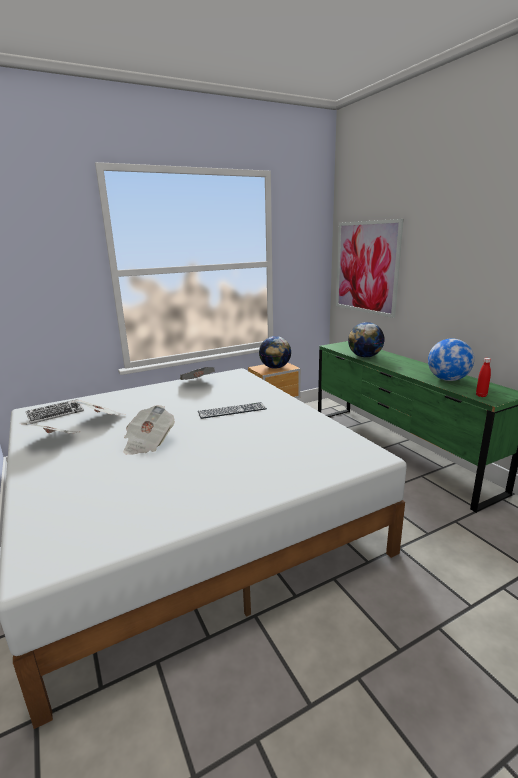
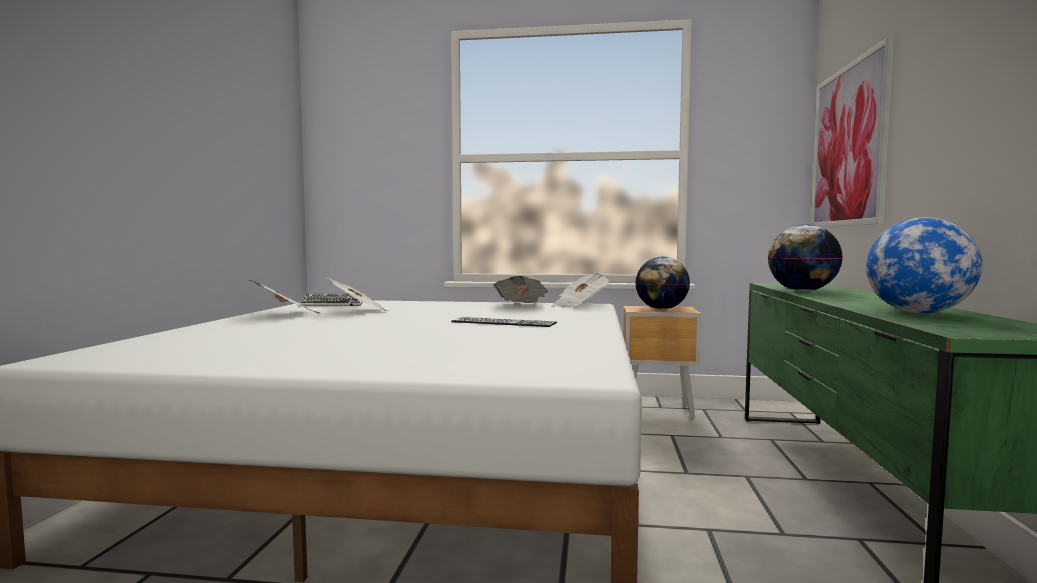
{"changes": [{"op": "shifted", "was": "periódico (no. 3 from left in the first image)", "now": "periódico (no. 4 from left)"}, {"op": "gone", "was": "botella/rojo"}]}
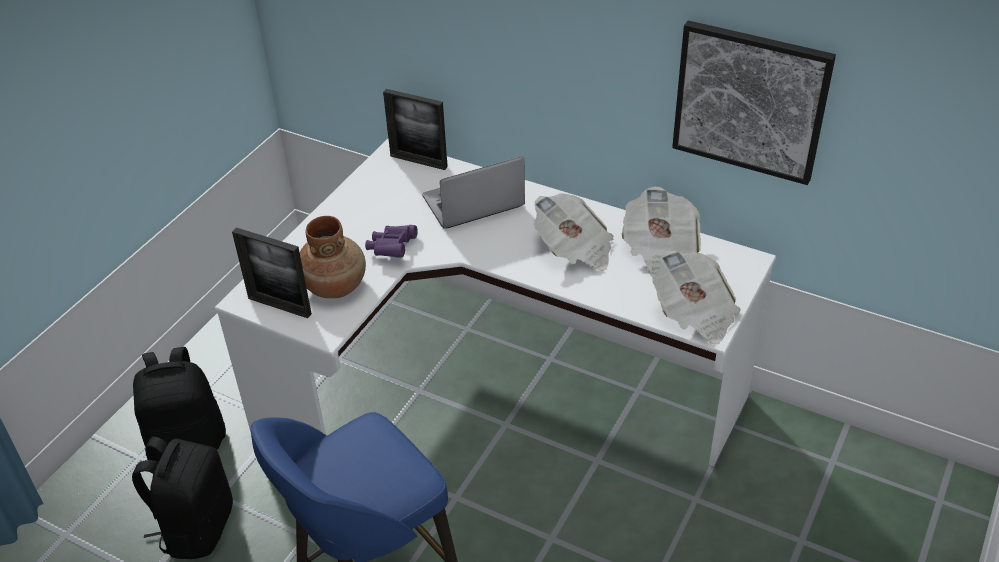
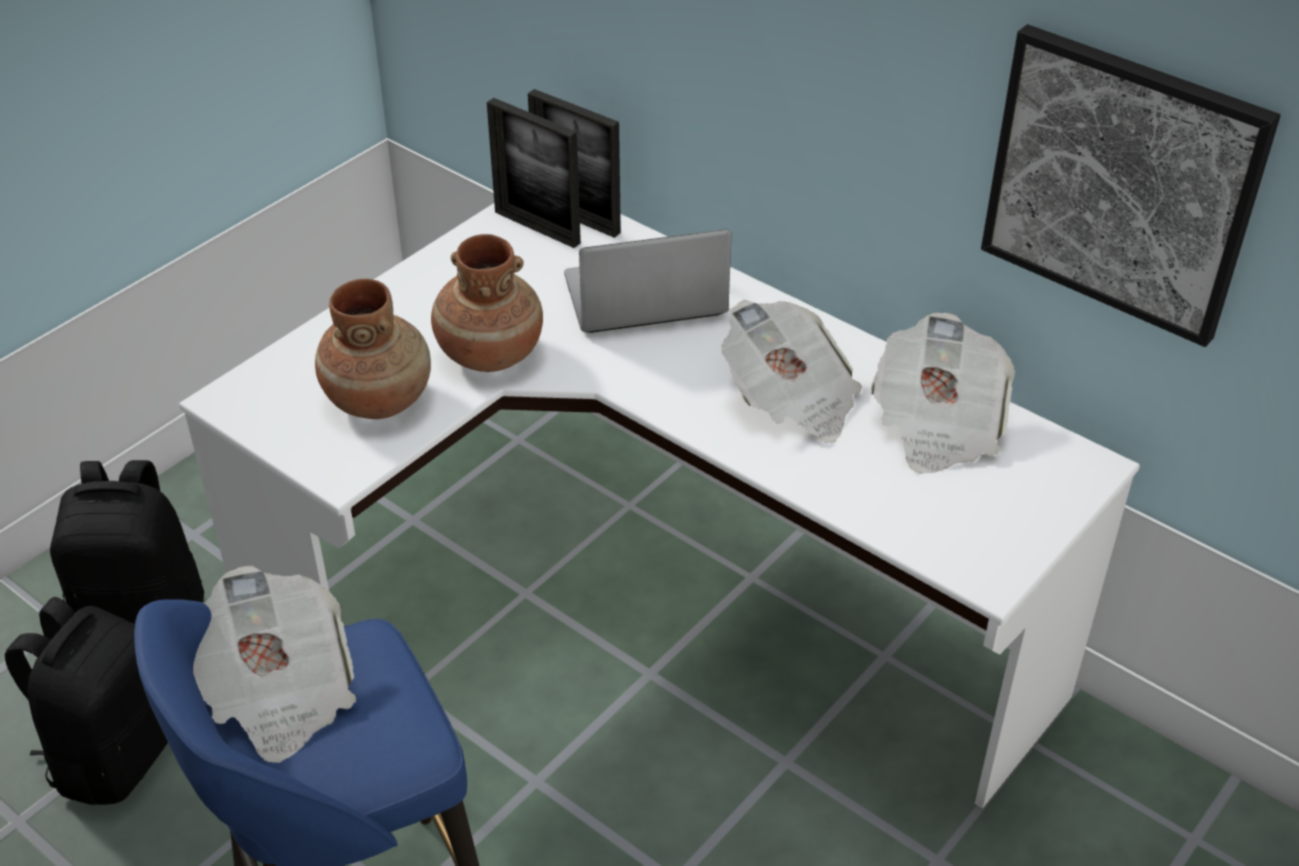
{"changes": [{"op": "shifted", "was": "periódico (no. 3 from left in the first image)", "now": "periódico (no. 1 from left)"}, {"op": "swapped", "was": "prismáticos/morado", "now": "florero/marrón (no. 2 from left)"}, {"op": "shifted", "was": "portarretratos (no. 1 from left)"}]}
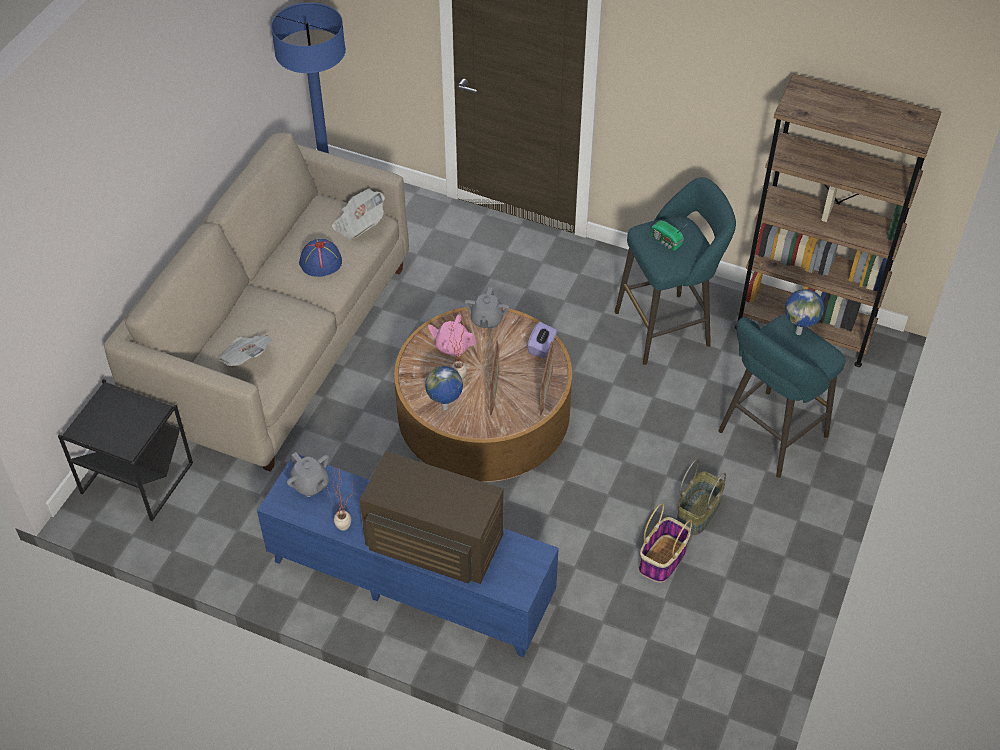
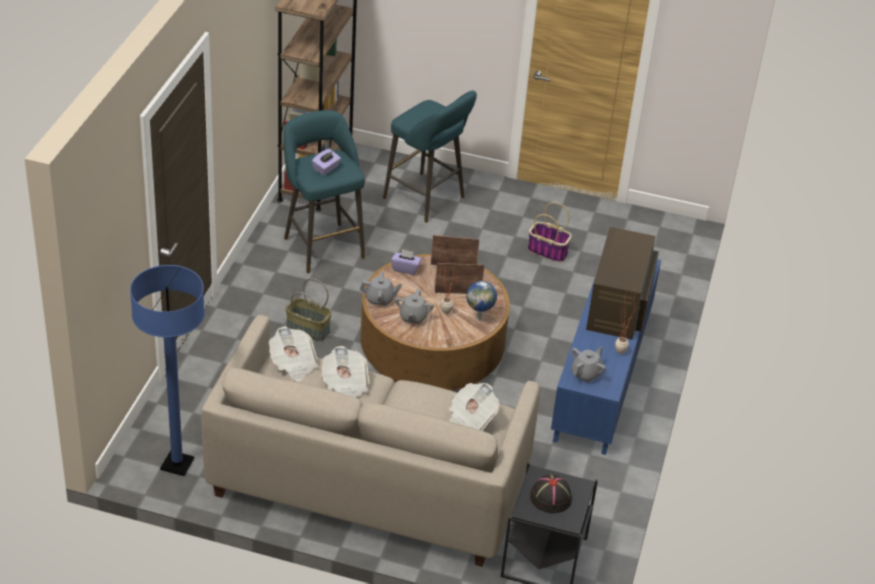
{"changes": [{"op": "shifted", "was": "cesta (no. 2 from left in the first image)", "now": "cesta (no. 1 from left)"}, {"op": "swapped", "was": "radio", "now": "caja de pañuelos/morado (no. 1 from left)"}, {"op": "swapped", "was": "sombrero/azul", "now": "periódico (no. 2 from left)"}, {"op": "repainted", "was": "tetera/rosa", "now": "tetera/gris (no. 2 from left)"}, {"op": "new", "now": "sombrero/negro"}, {"op": "gone", "was": "globo terráqueo (no. 2 from left)"}]}
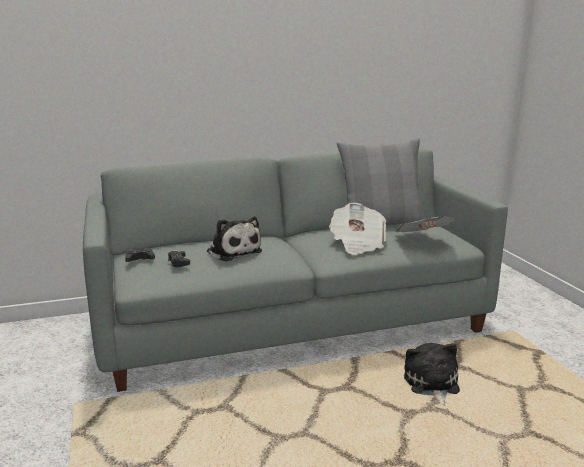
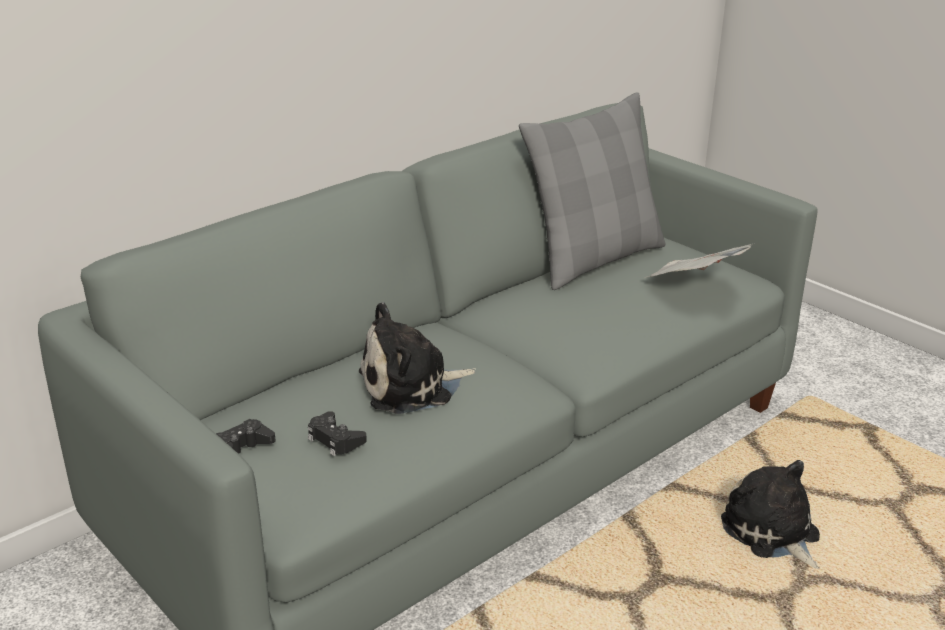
{"changes": [{"op": "rotated", "was": "peluche (no. 1 from left)", "clockwise": 135}, {"op": "gone", "was": "periódico (no. 1 from left)"}]}
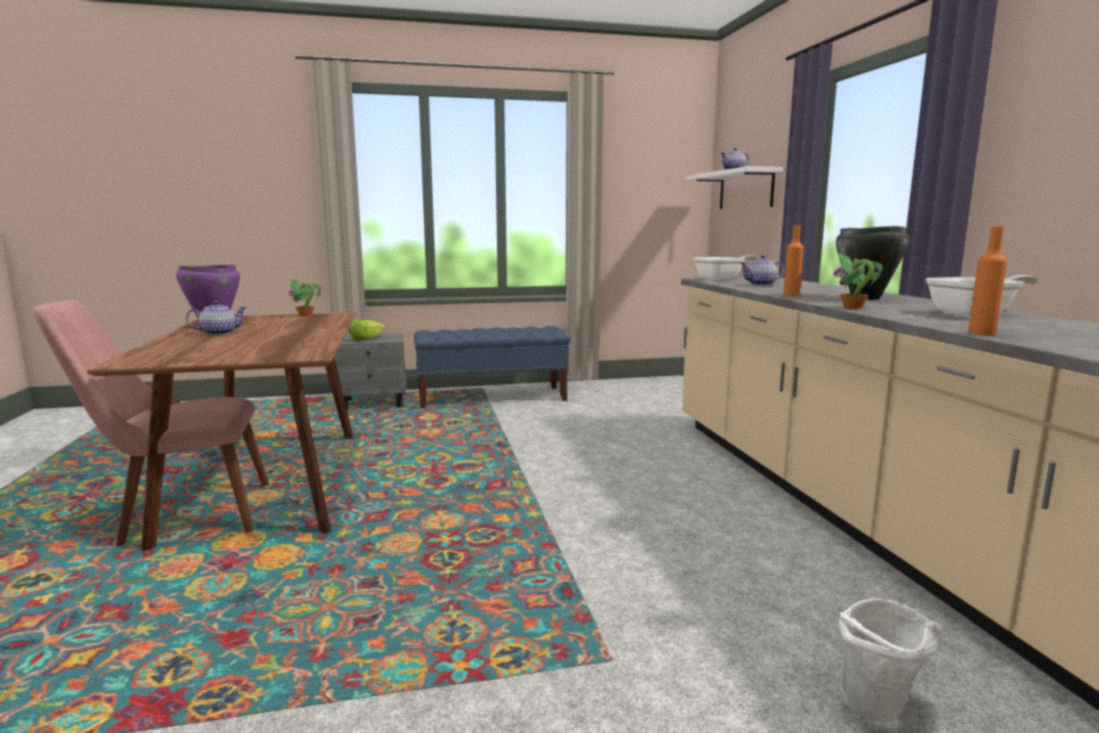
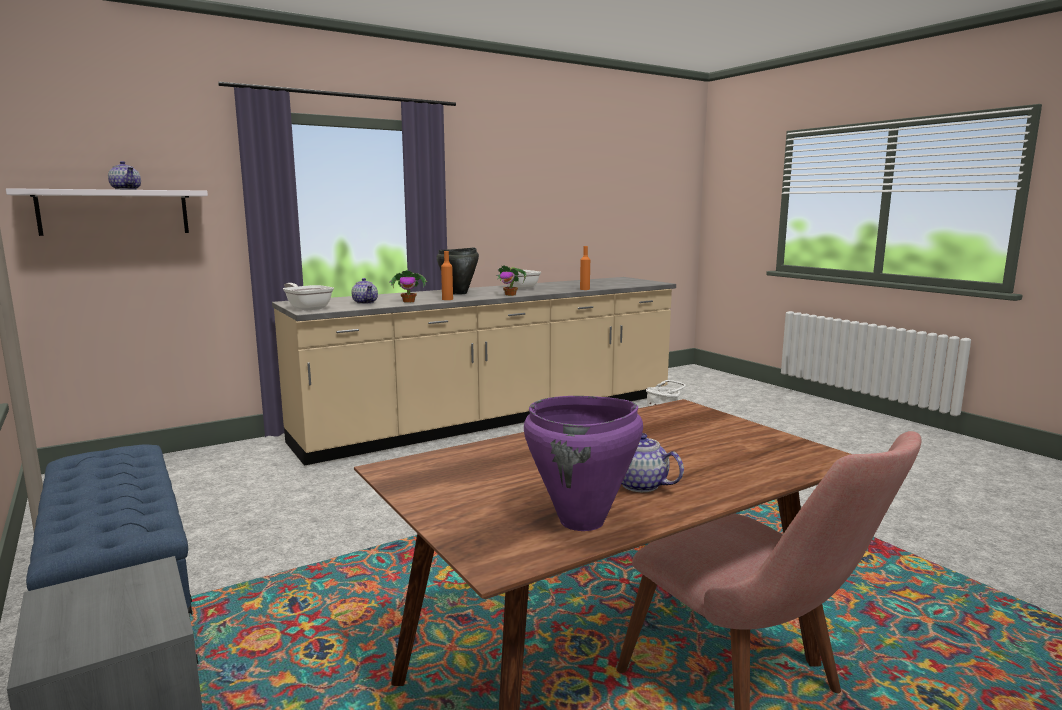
{"changes": [{"op": "shifted", "was": "planta en maceta (no. 1 from left)"}, {"op": "gone", "was": "lechuga"}]}
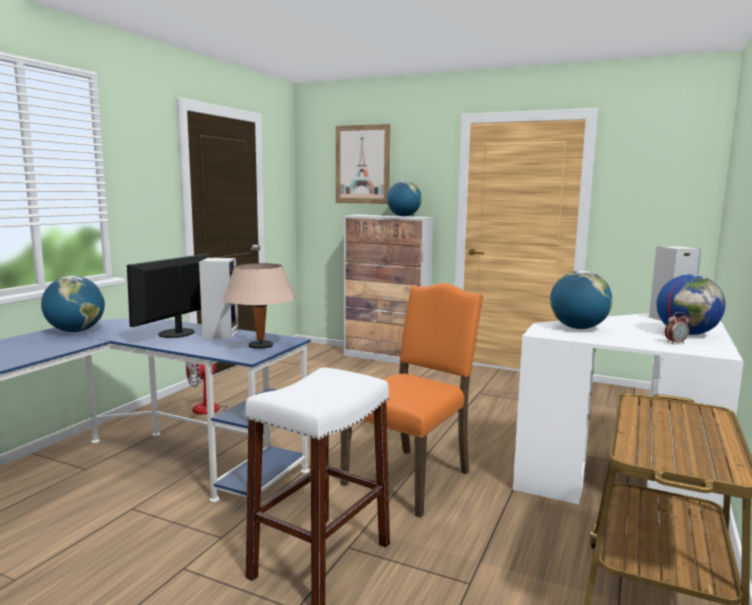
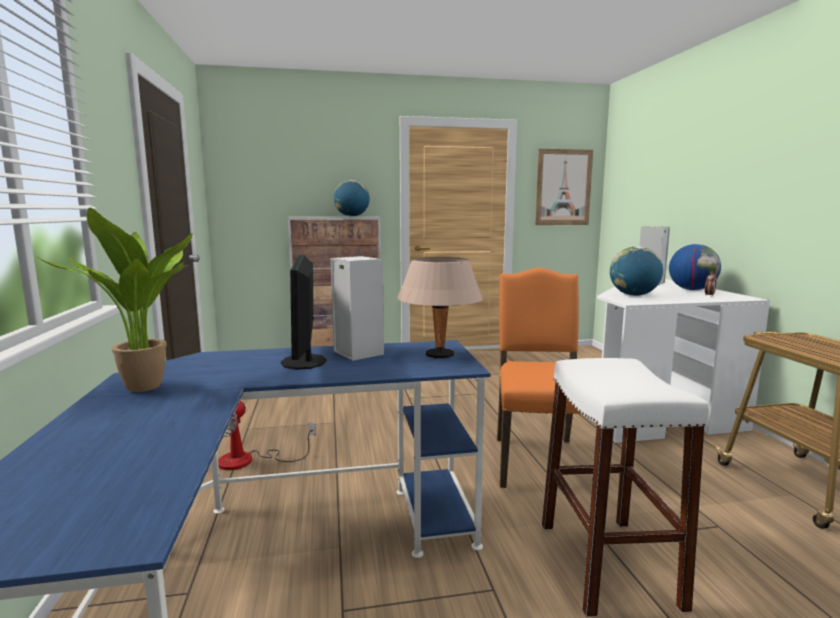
{"changes": [{"op": "swapped", "was": "globo terráqueo (no. 1 from left)", "now": "planta en maceta"}, {"op": "shifted", "was": "cuadro"}]}
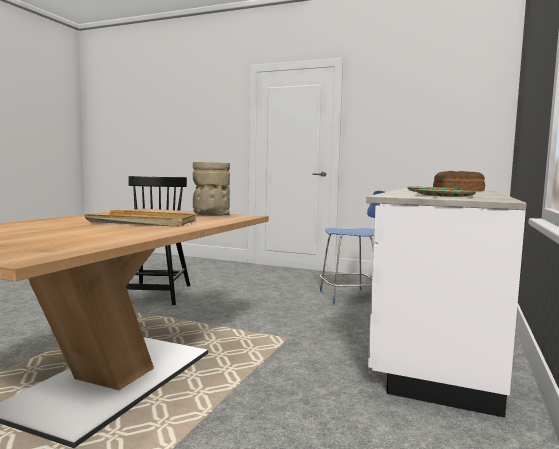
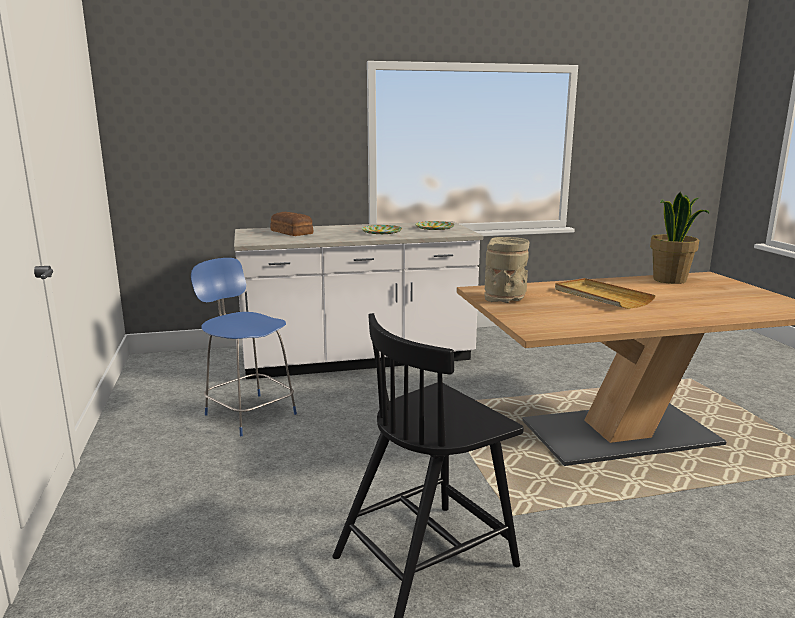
{"changes": [{"op": "new", "now": "planta en maceta"}]}
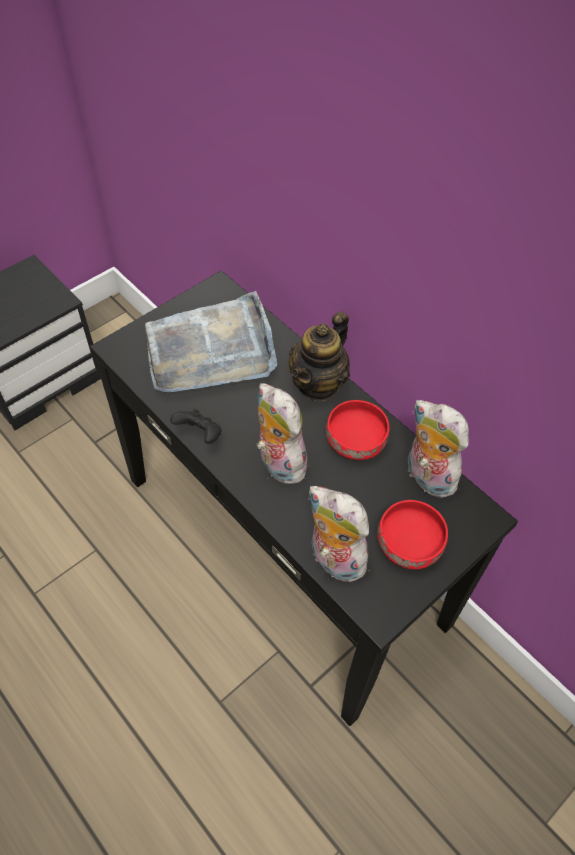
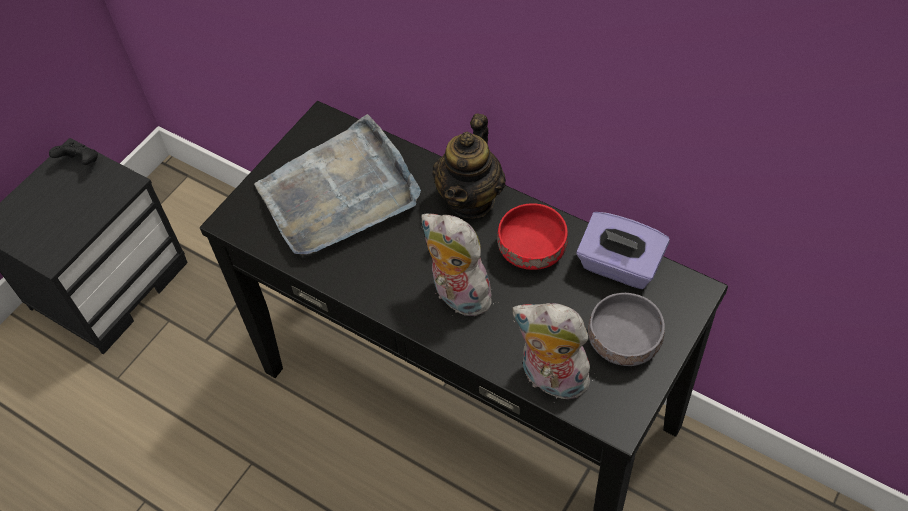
{"changes": [{"op": "shifted", "was": "mando de consola/negro"}, {"op": "swapped", "was": "peluche (no. 3 from left)", "now": "caja de pañuelos/morado"}, {"op": "repainted", "was": "cuenco/rojo (no. 2 from left)", "now": "cuenco/gris"}]}
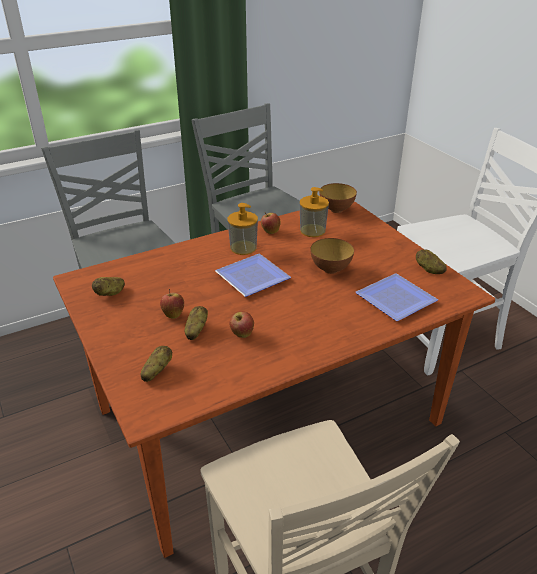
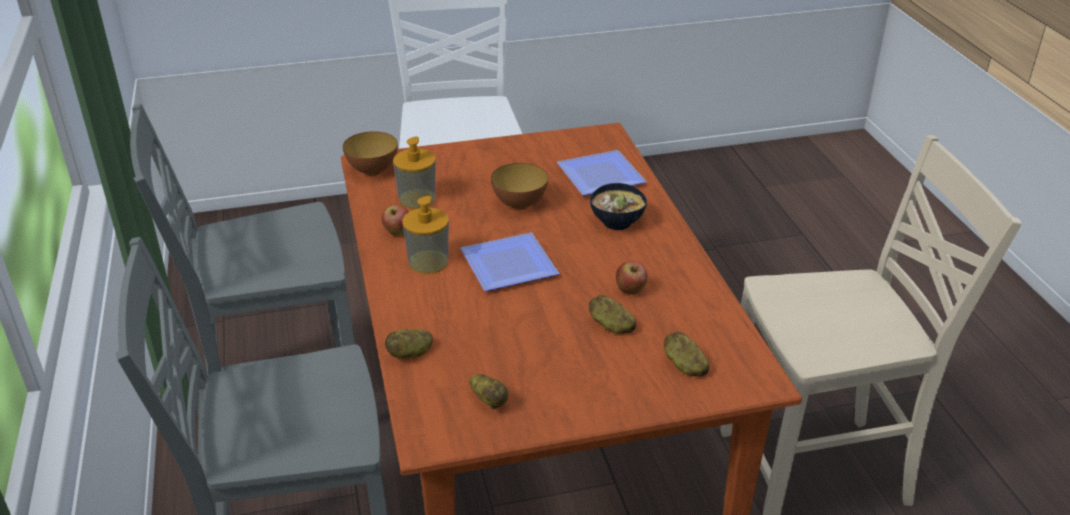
{"changes": [{"op": "shifted", "was": "patata (no. 4 from left in the first image)", "now": "patata (no. 1 from left)"}, {"op": "new", "now": "cuenco (no. 3 from left)"}, {"op": "gone", "was": "manzana (no. 1 from left)"}]}
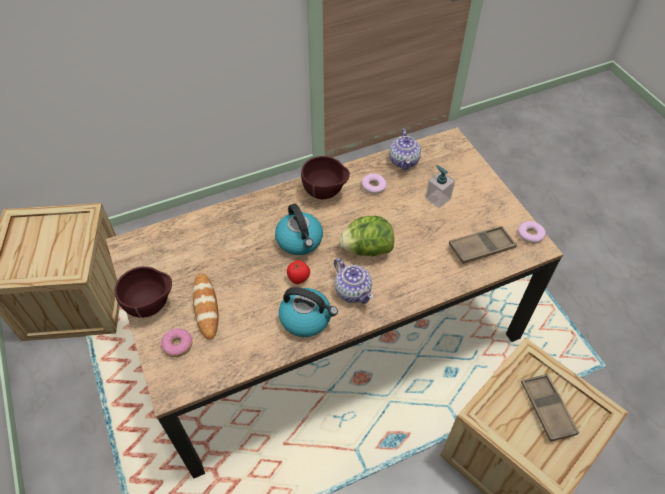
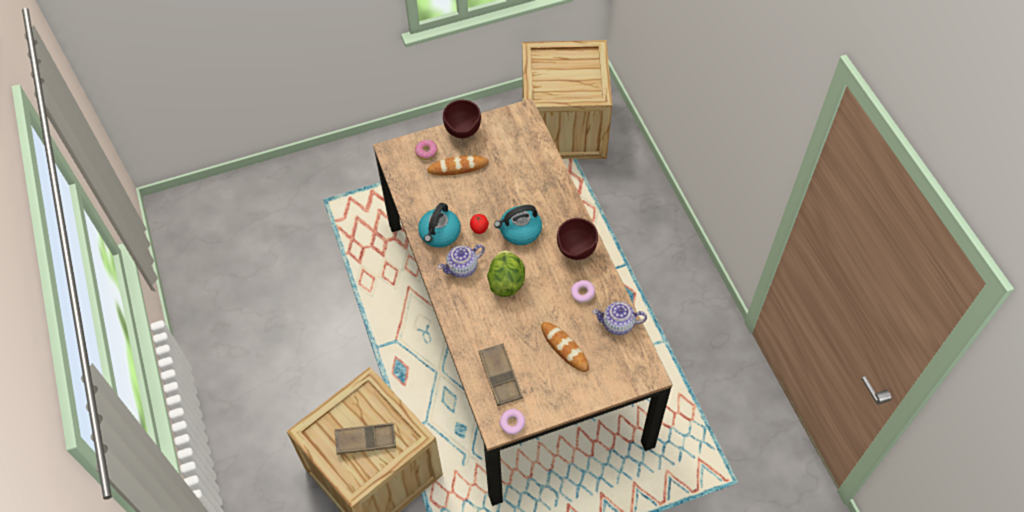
{"changes": [{"op": "swapped", "was": "dispensador de jabón", "now": "pan (no. 2 from left)"}]}
